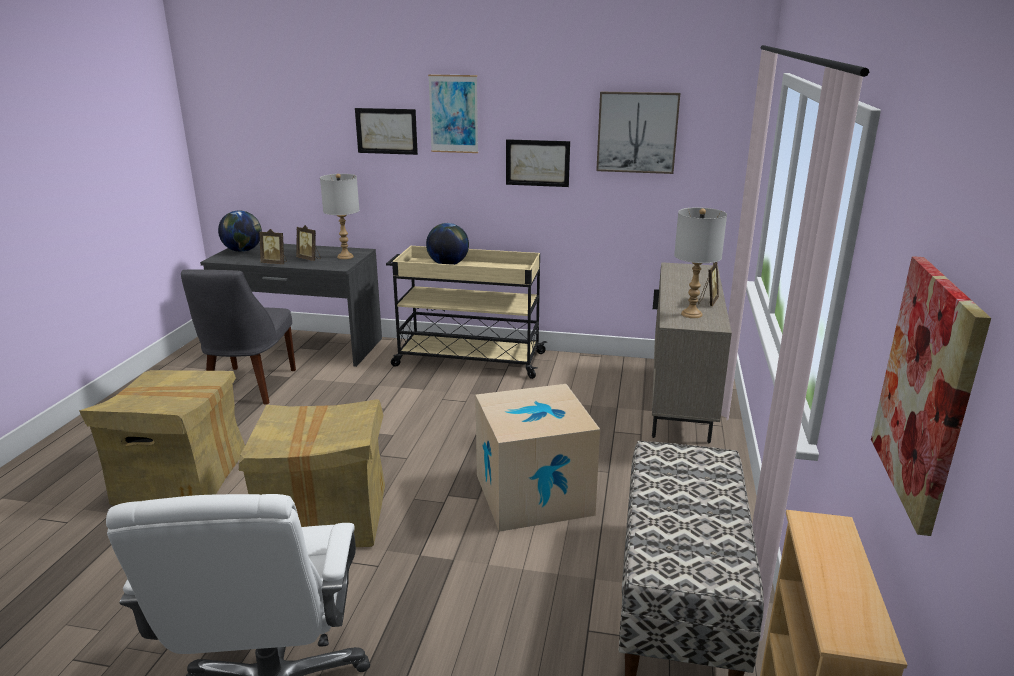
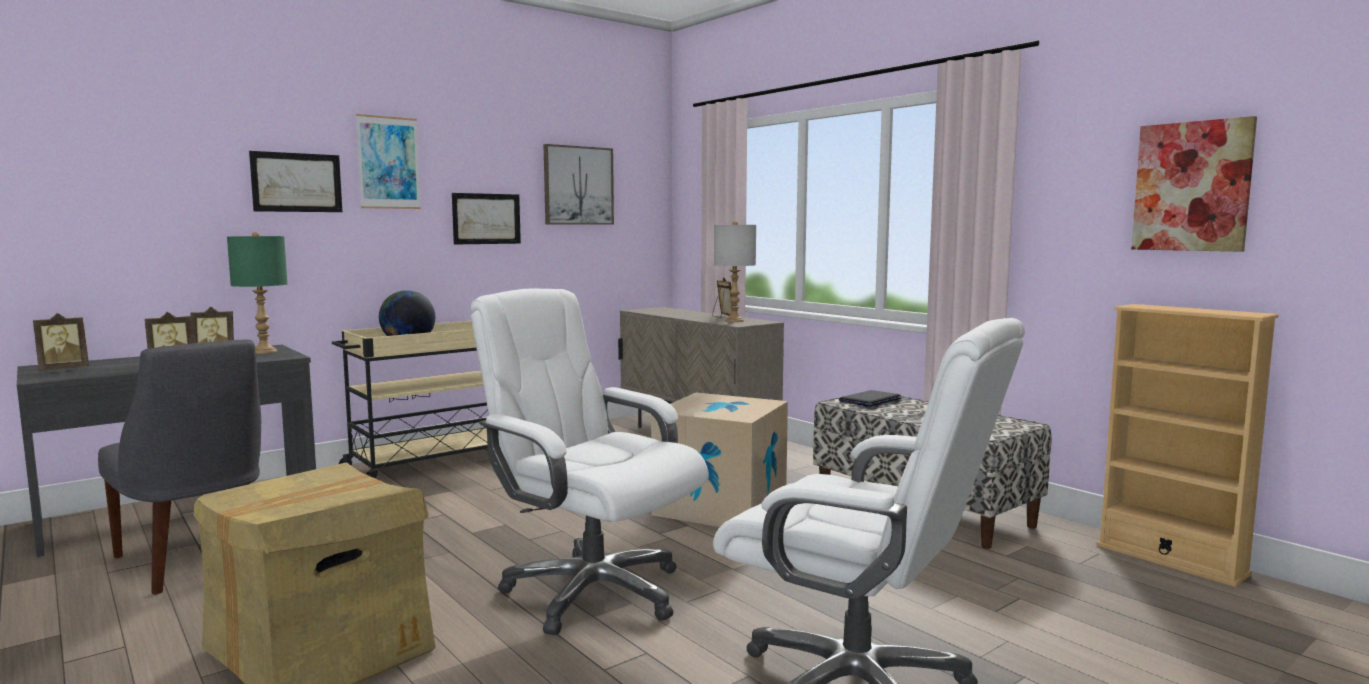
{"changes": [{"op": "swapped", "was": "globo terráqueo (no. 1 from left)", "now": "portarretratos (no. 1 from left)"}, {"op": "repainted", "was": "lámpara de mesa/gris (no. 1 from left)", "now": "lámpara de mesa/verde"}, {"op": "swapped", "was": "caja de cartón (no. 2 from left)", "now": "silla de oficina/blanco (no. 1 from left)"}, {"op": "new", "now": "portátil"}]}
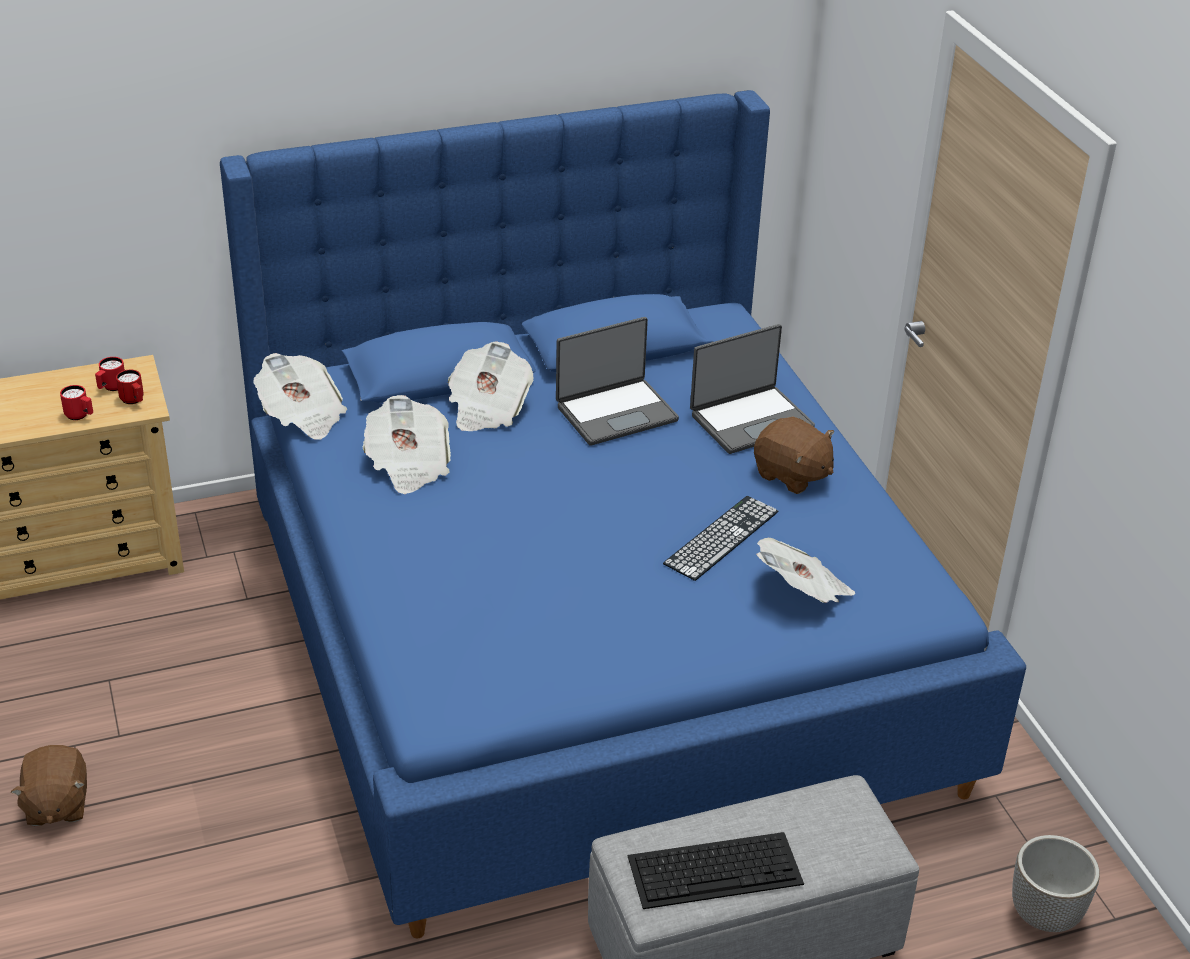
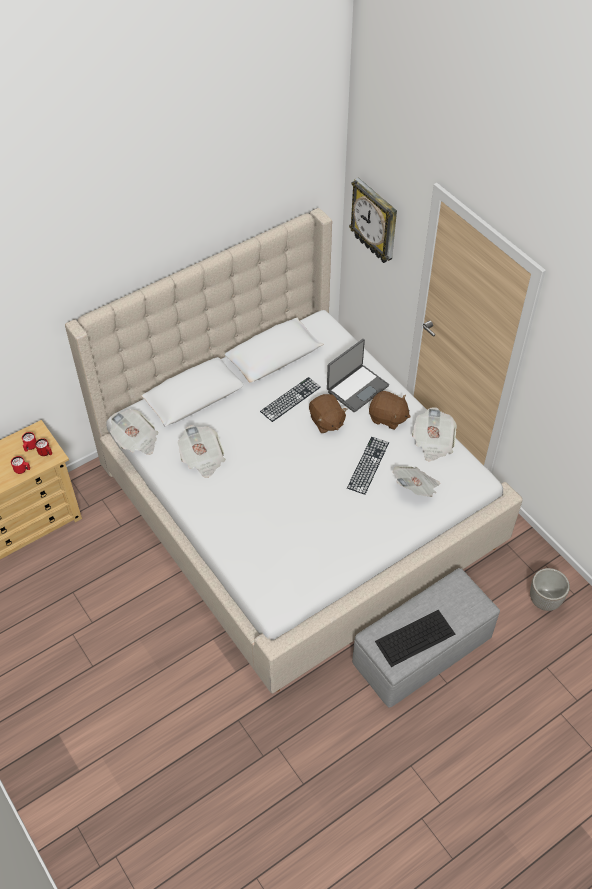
{"changes": [{"op": "repainted", "was": "cama/azul", "now": "cama/beis"}, {"op": "swapped", "was": "portátil (no. 1 from left)", "now": "teclado (no. 1 from left)"}, {"op": "shifted", "was": "peluche/marrón (no. 1 from left)"}, {"op": "new", "now": "reloj de pared"}, {"op": "shifted", "was": "periódico (no. 3 from left in the first image)", "now": "periódico (no. 4 from left)"}]}
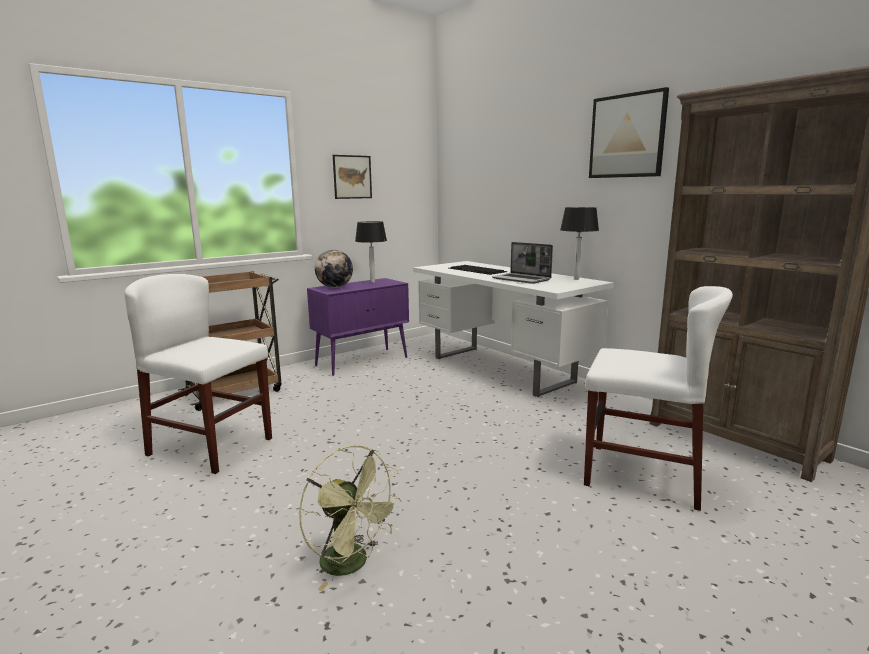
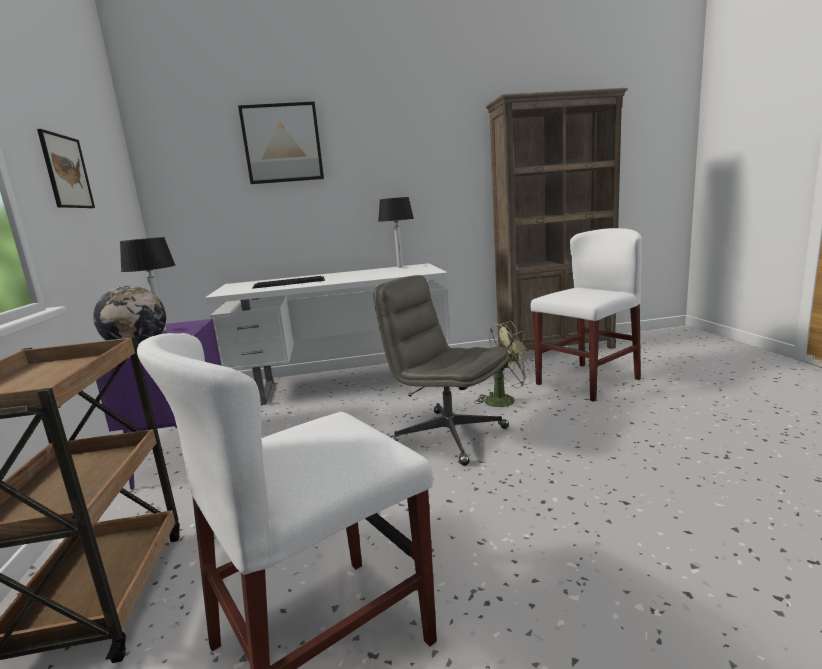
{"changes": [{"op": "shifted", "was": "cuadro (no. 2 from left)"}, {"op": "new", "now": "silla de oficina/gris"}, {"op": "shifted", "was": "ventilador/verde"}, {"op": "gone", "was": "portátil"}]}
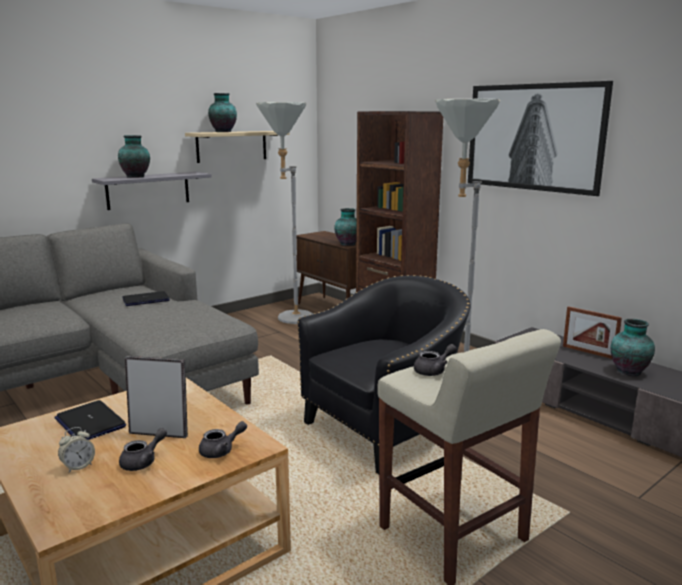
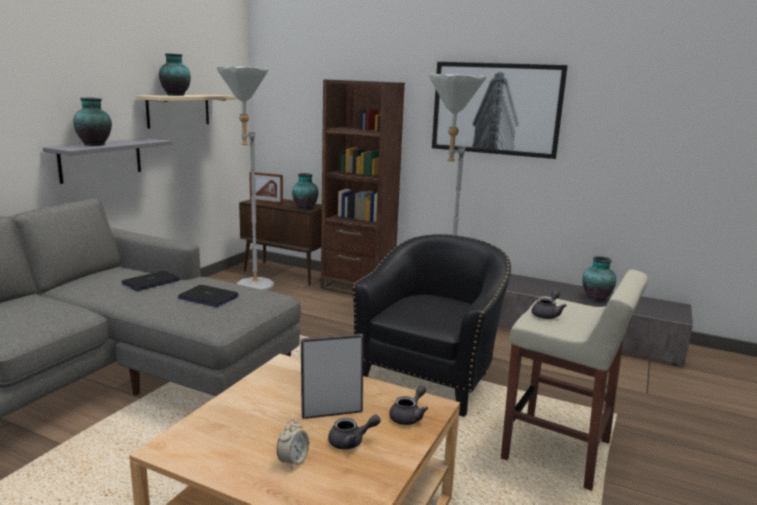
{"changes": [{"op": "shifted", "was": "portátil (no. 1 from left in the first image)", "now": "portátil (no. 2 from left)"}, {"op": "shifted", "was": "portarretratos (no. 2 from left in the first image)", "now": "portarretratos (no. 1 from left)"}, {"op": "rotated", "was": "tetera/gris (no. 1 from left)", "clockwise": 60}]}
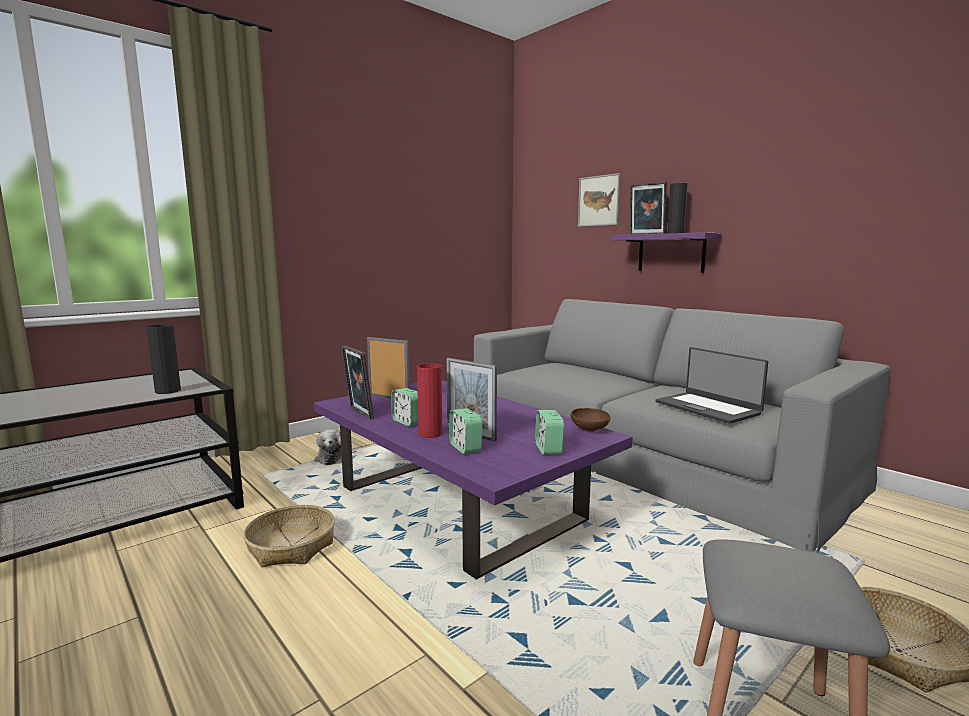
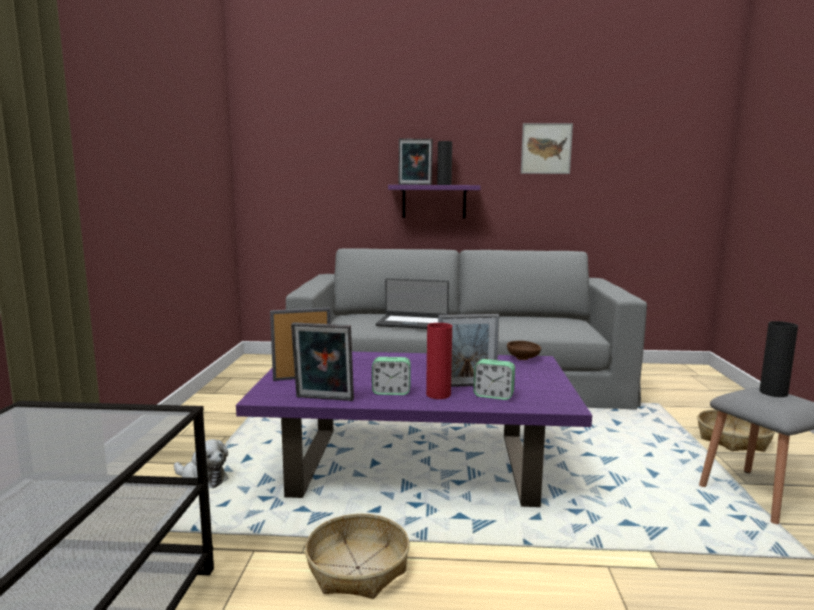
{"changes": [{"op": "shifted", "was": "portátil"}, {"op": "shifted", "was": "cuadro"}, {"op": "shifted", "was": "florero/negro (no. 1 from left in the first image)", "now": "florero/negro (no. 2 from left)"}, {"op": "gone", "was": "despertador (no. 3 from left)"}]}
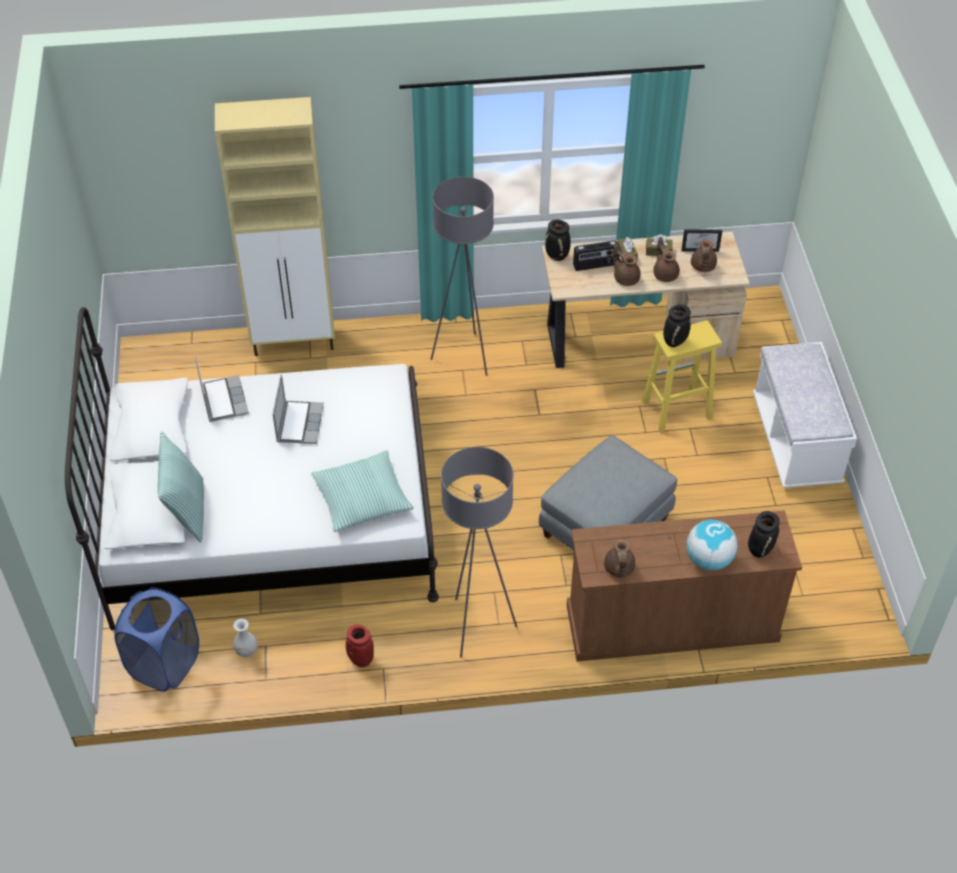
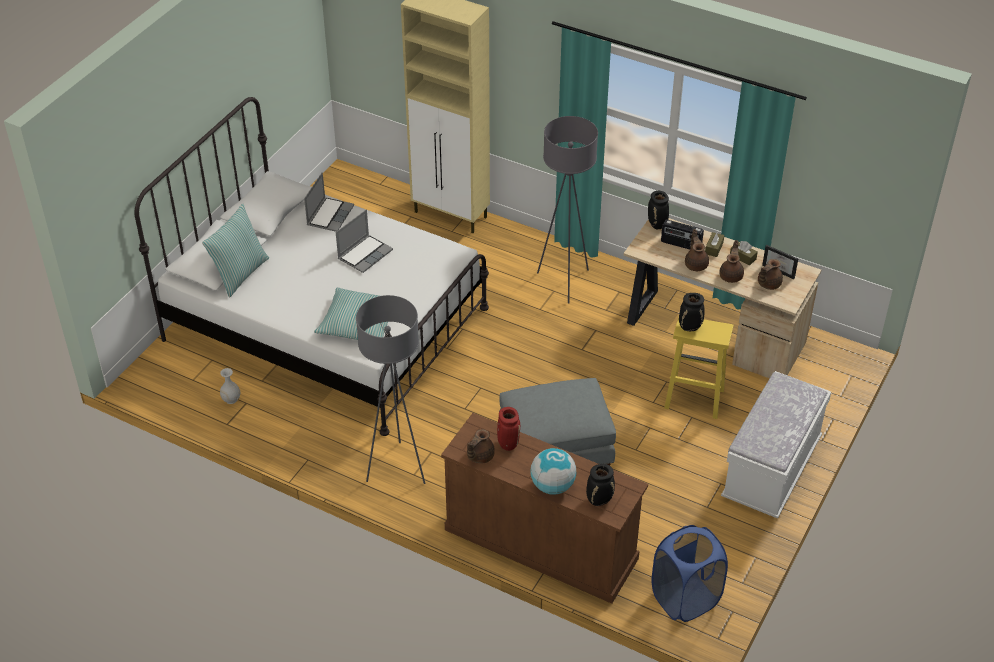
{"changes": [{"op": "shifted", "was": "florero/rojo"}, {"op": "shifted", "was": "cesto de la ropa/azul"}]}
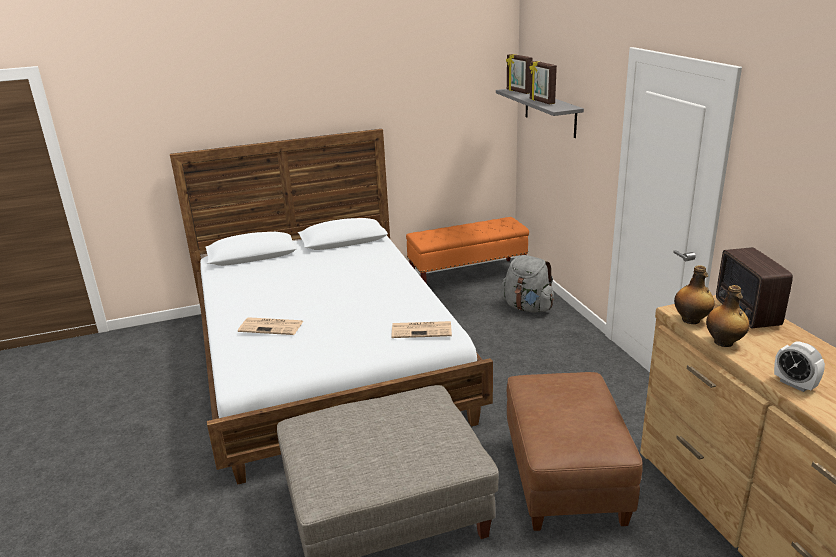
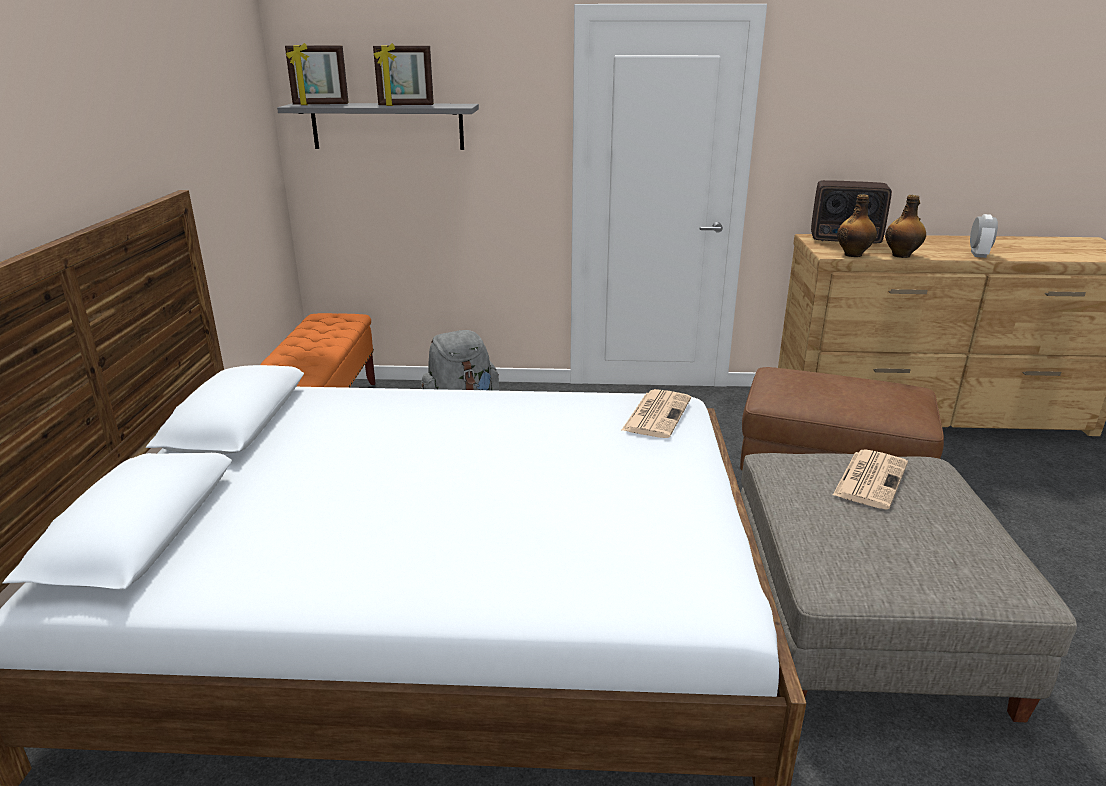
{"changes": [{"op": "shifted", "was": "periódico (no. 1 from left in the first image)", "now": "periódico (no. 2 from left)"}, {"op": "rotated", "was": "despertador", "clockwise": -60}]}
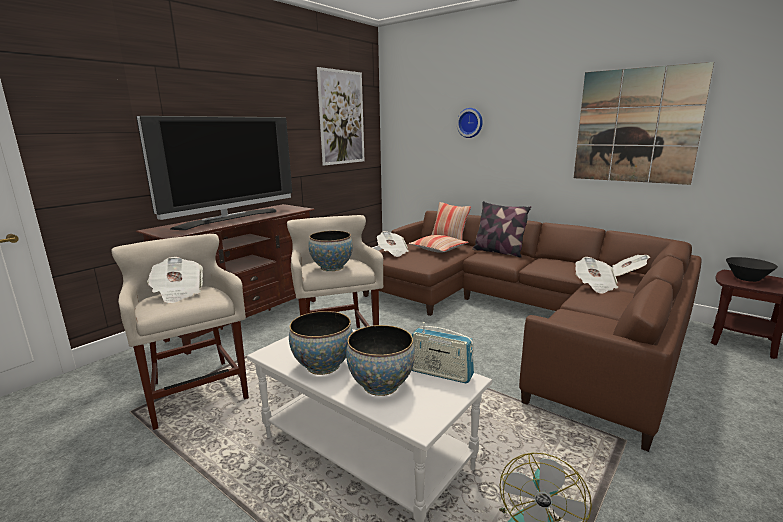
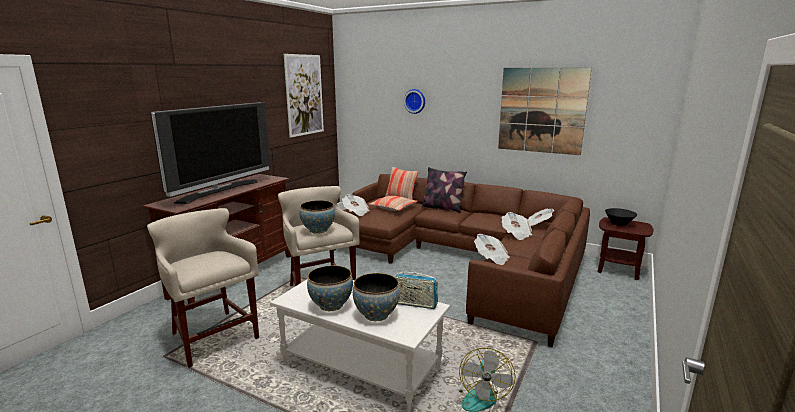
{"changes": [{"op": "shifted", "was": "periódico (no. 1 from left in the first image)", "now": "periódico (no. 2 from left)"}]}
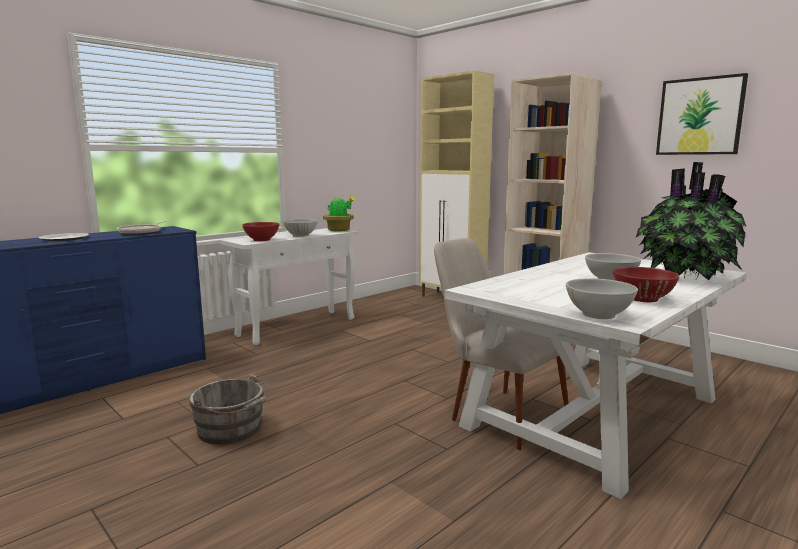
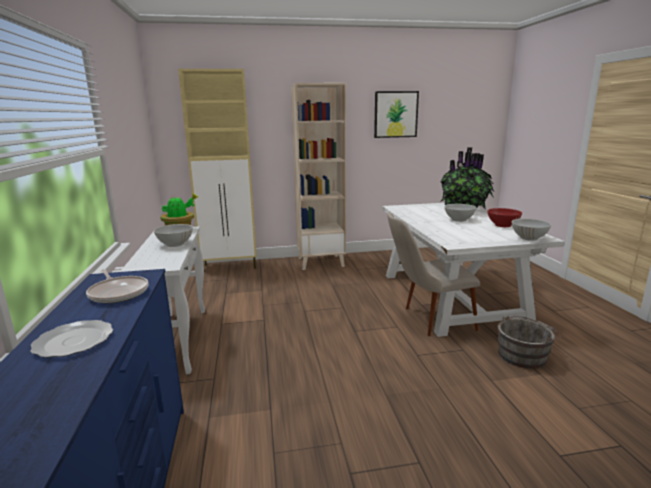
{"changes": [{"op": "shifted", "was": "cubo/gris"}, {"op": "gone", "was": "cuenco/rojo (no. 1 from left)"}]}
